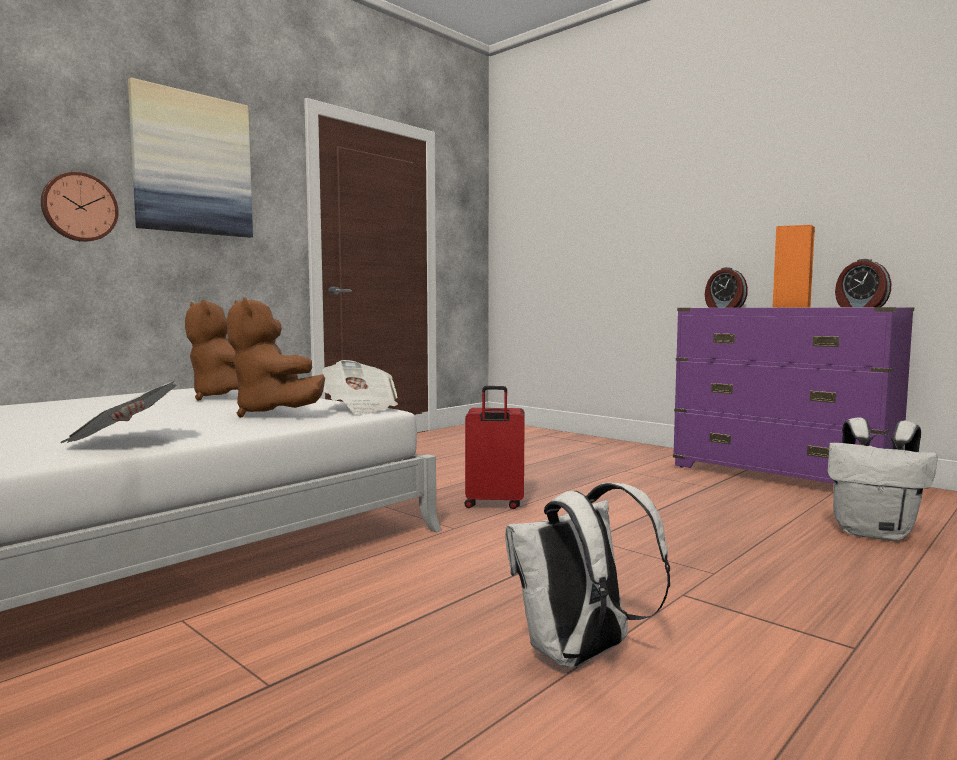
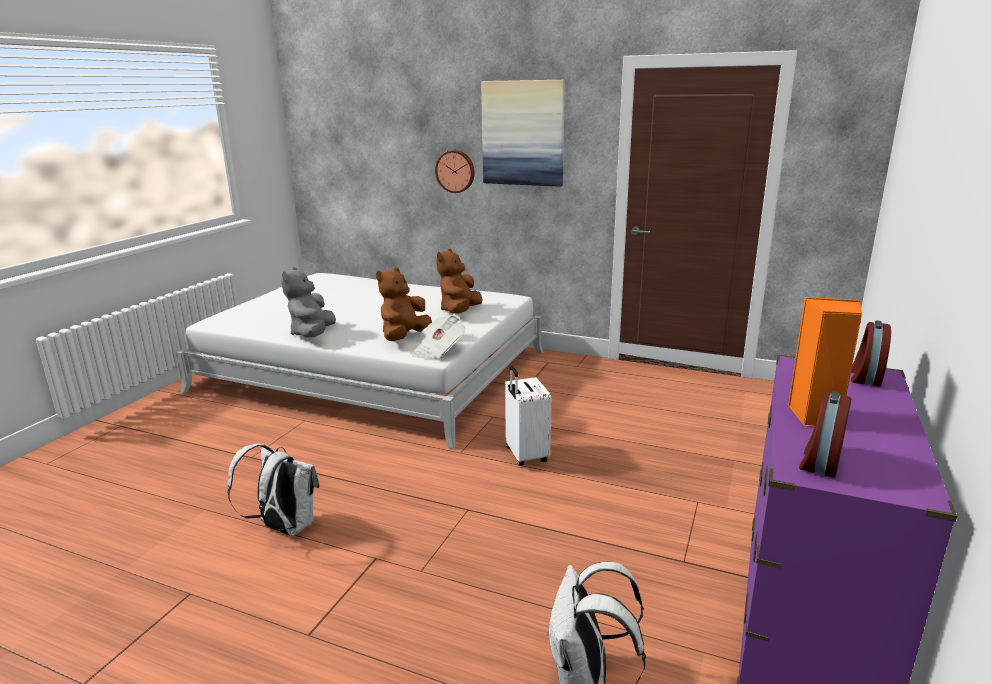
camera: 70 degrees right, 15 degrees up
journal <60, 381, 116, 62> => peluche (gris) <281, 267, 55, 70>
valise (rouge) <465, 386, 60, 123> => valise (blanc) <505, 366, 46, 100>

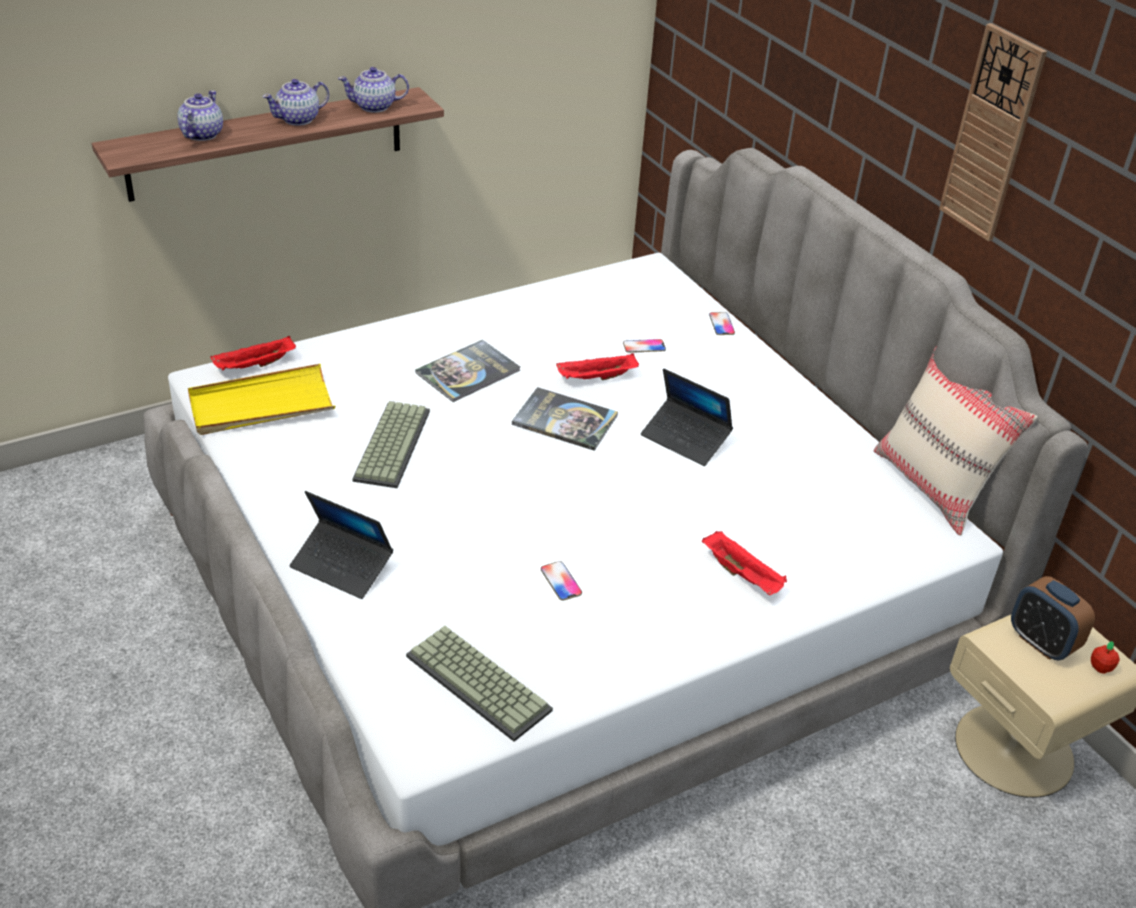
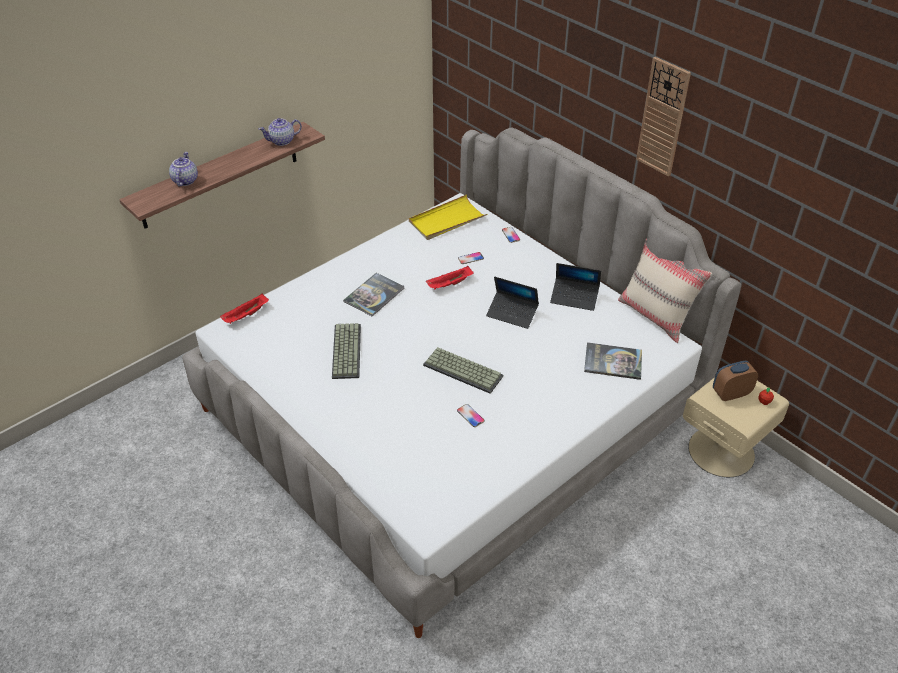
camera: 10 degrees left, 5 degrees up
théière <262, 79, 67, 47> => nothing
plateau (jaune) <188, 364, 147, 71> => plateau (jaune) <409, 195, 78, 45>, move
livre <512, 387, 106, 64> => livre <584, 342, 58, 38>, move
ordinateur portable <290, 491, 103, 108> => ordinateur portable <550, 263, 51, 48>, move
plateau (rouge) <702, 531, 85, 64> => nothing
réveil <1011, 576, 84, 85> => réveil <713, 361, 45, 40>, 120 degrees clockwise
clavier <406, 626, 147, 116> => clavier <423, 347, 80, 47>, move

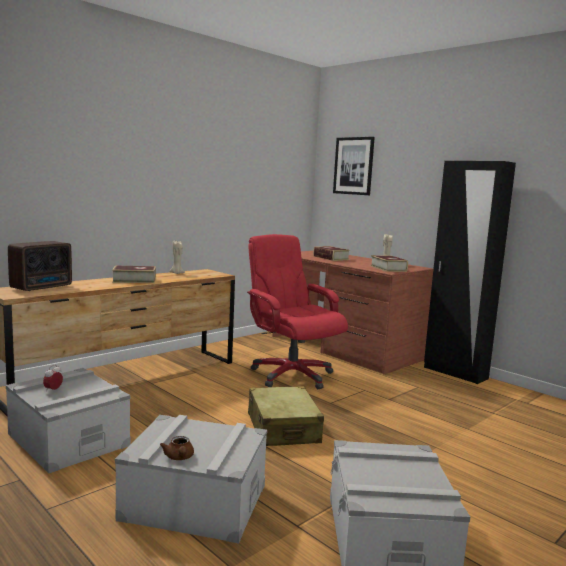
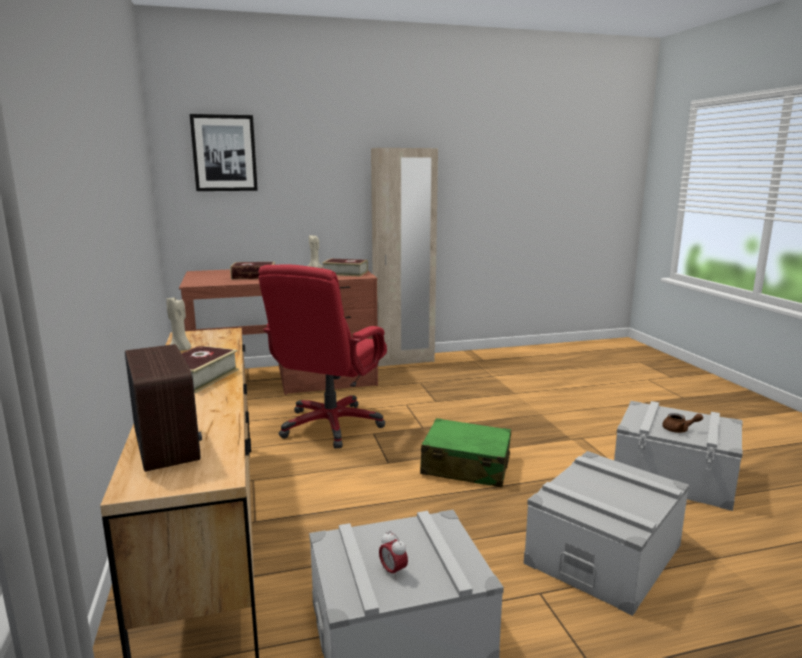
camera: 60 degrees left, 5 degrees up
armoire (noir) <424, 161, 92, 223> => armoire (beige) <371, 148, 67, 219>
chaise de bureau (rouge) <247, 234, 101, 155> => chaise de bureau (rouge) <258, 265, 129, 184>, 60 degrees counterclockwise
valise (beige) <248, 386, 76, 60> => valise (vert) <420, 418, 91, 70>
théière (marron) <160, 436, 34, 24> => théière (marron) <662, 413, 41, 20>, move

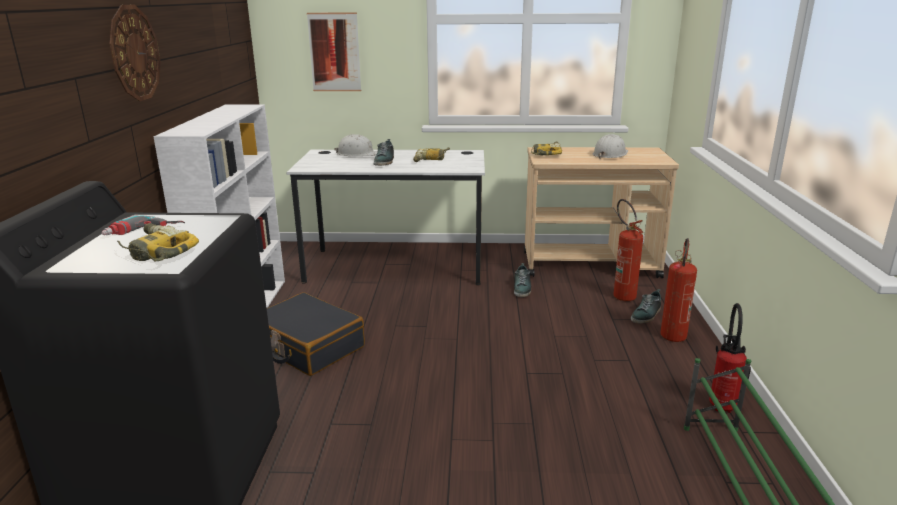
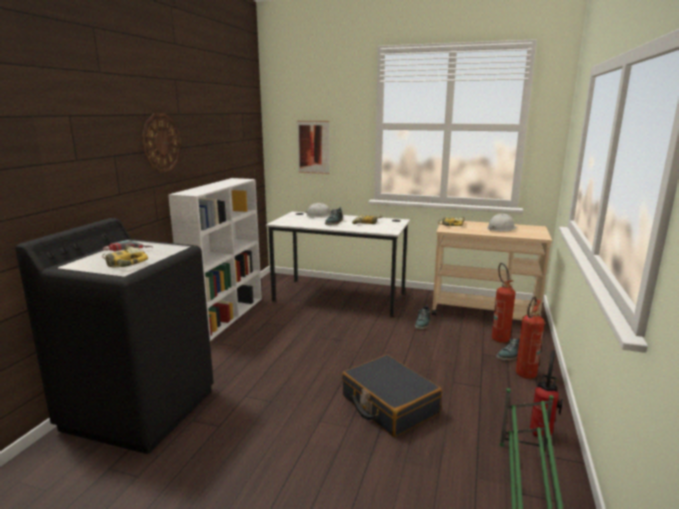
camera: 15 degrees right, 5 degrees down
valise (noir) <267, 292, 98, 84> => valise (noir) <342, 355, 100, 82>, move

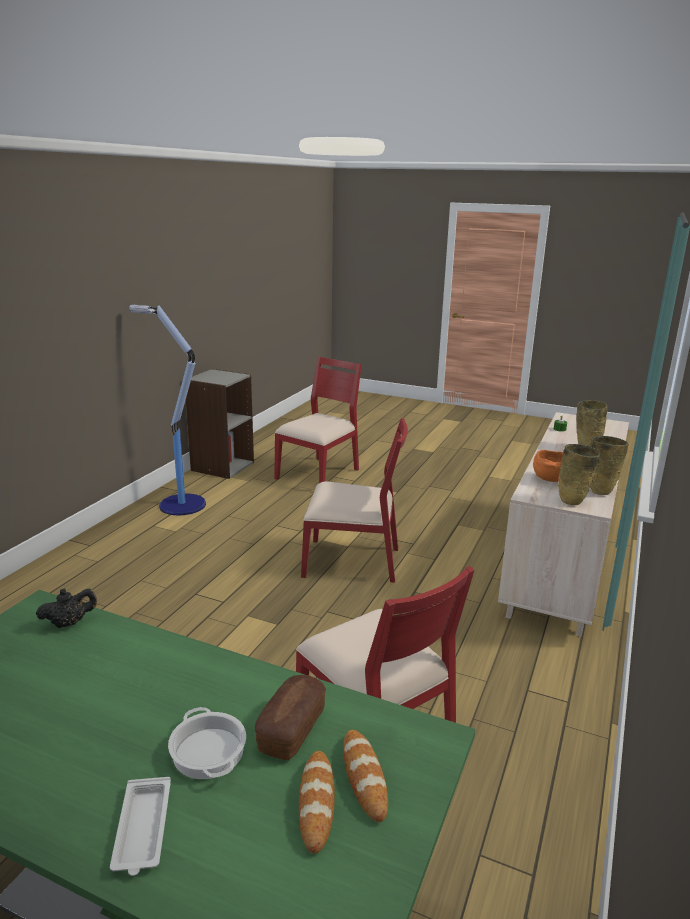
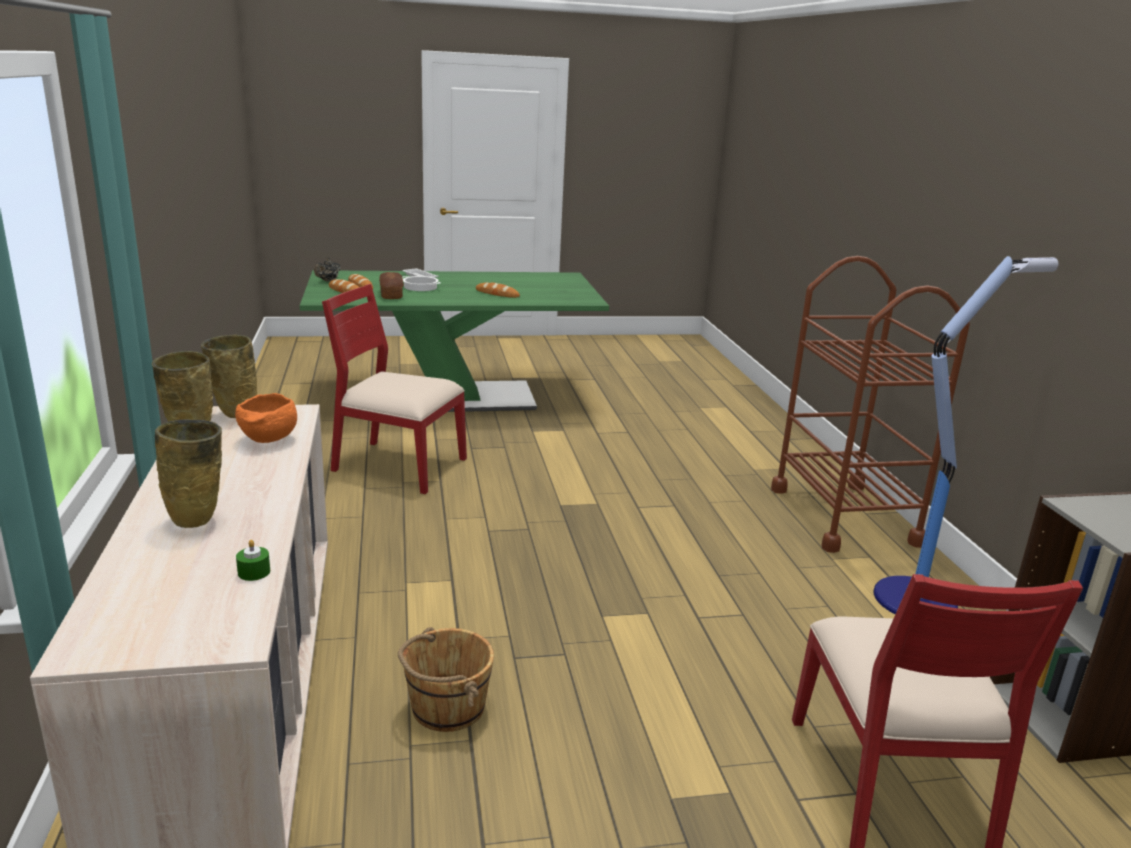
camera: 145 degrees right, 0 degrees up
chaise (rouge) <301, 418, 107, 165> => nothing
théière (noir) <36, 588, 61, 40> => théière (noir) <314, 258, 27, 24>, move
nothing => chariot (marron) <771, 256, 199, 297>
nothing => pain <476, 282, 44, 16>
nothing => seau (marron) <398, 627, 96, 105>

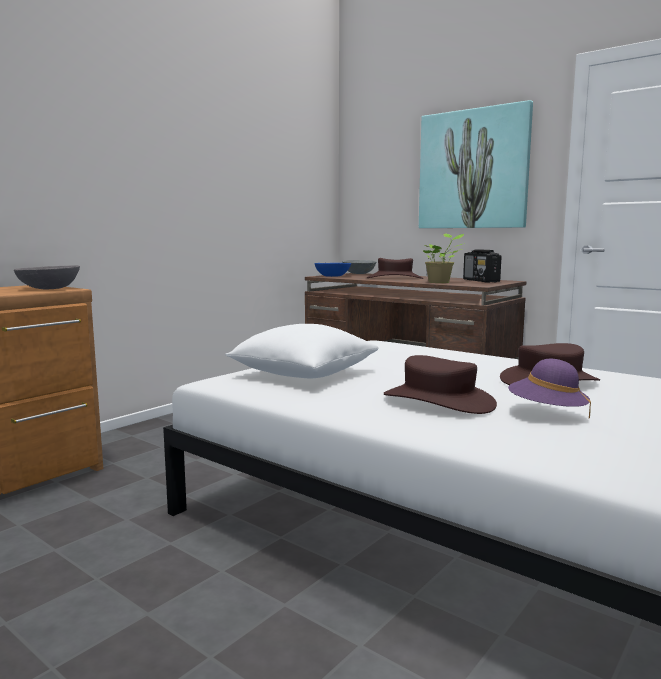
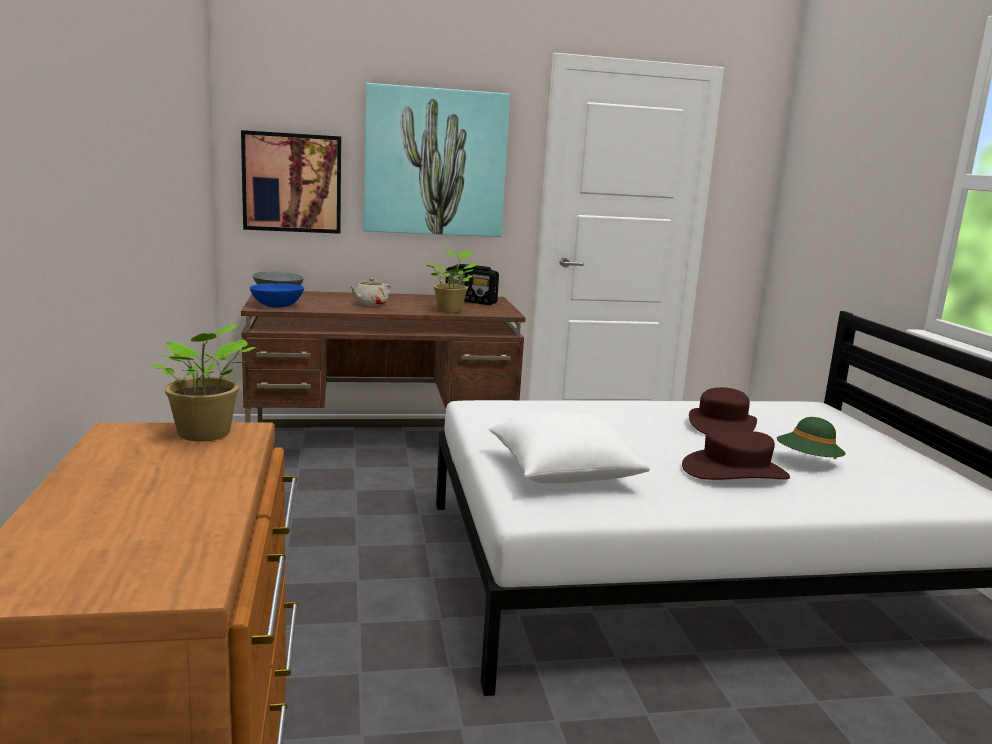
camera: 50 degrees left, 5 degrees up
chapeau (marron) <367, 258, 56, 21> => théière (beige) <349, 278, 42, 28>
bol (gris) <14, 265, 66, 24> => plante en pot <152, 323, 104, 119>
chapeau (violet) <508, 359, 83, 60> => chapeau (vert) <777, 417, 69, 42>
nothing => tableau <241, 130, 100, 104>

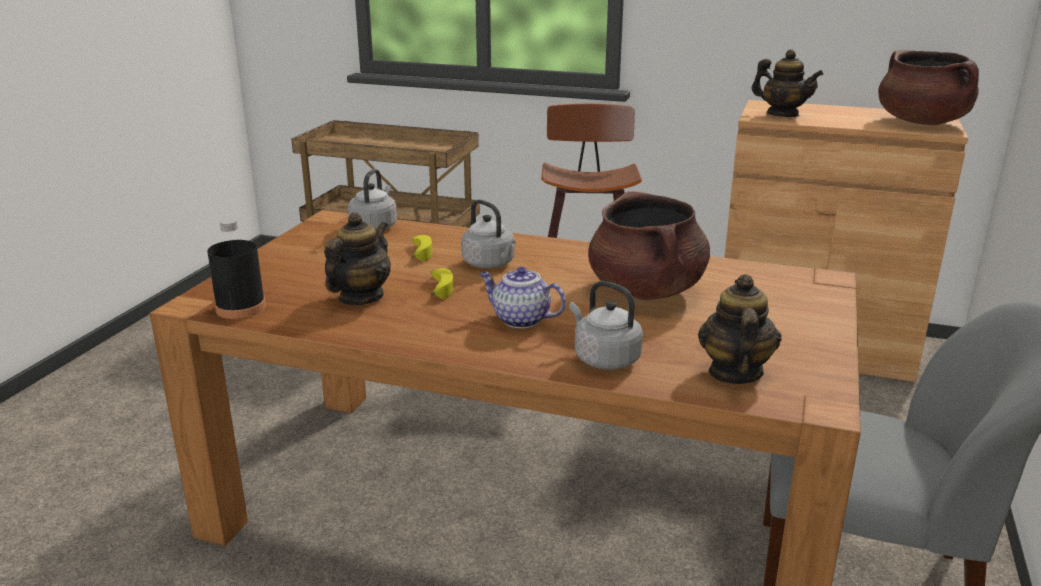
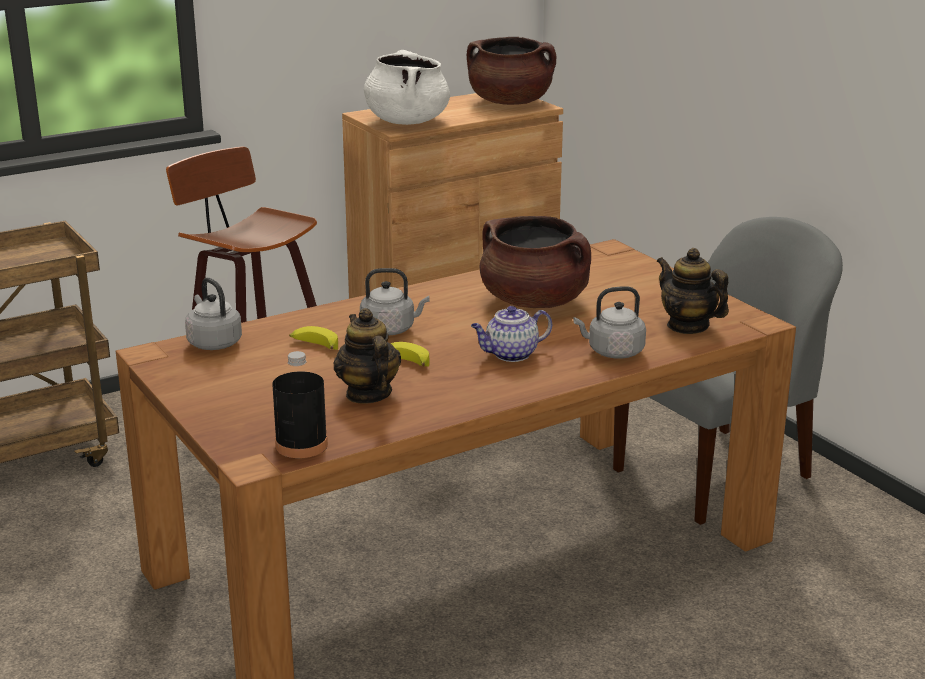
camera: 50 degrees left, 0 degrees up
théière <752, 49, 71, 68> => marmite (blanc) <364, 50, 86, 75>

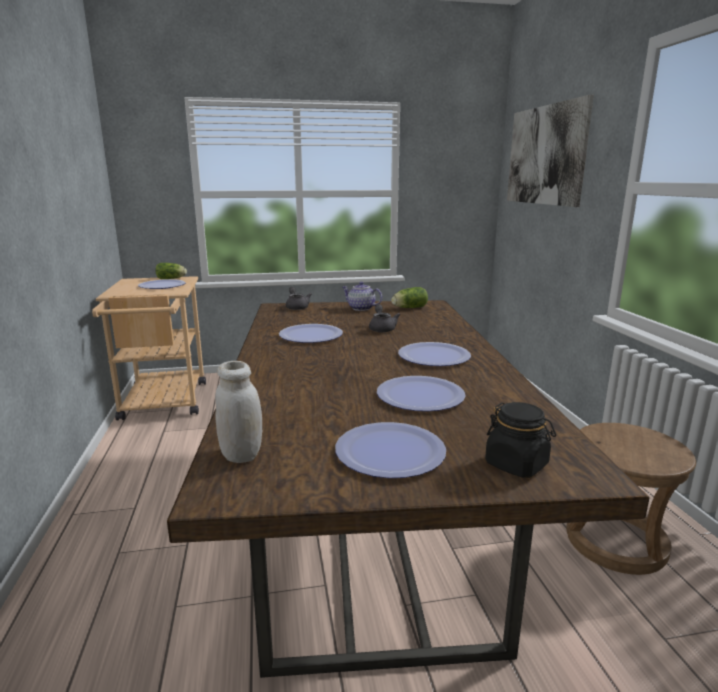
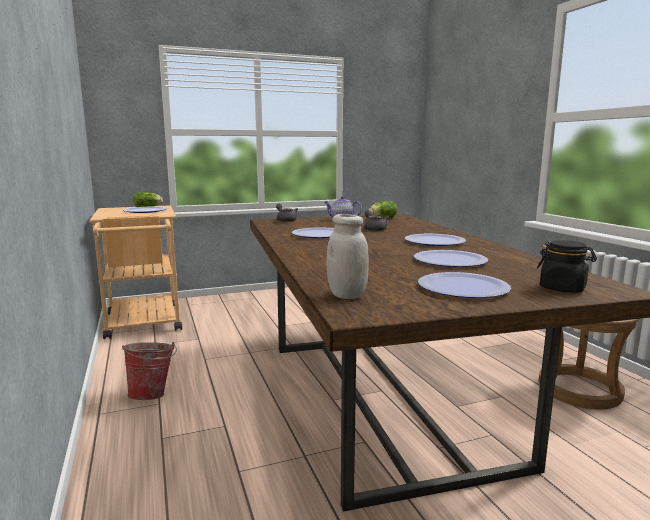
camera: 10 degrees left, 5 degrees down
tableau <507, 94, 87, 113> => nothing
nothing => seau <122, 342, 55, 58>

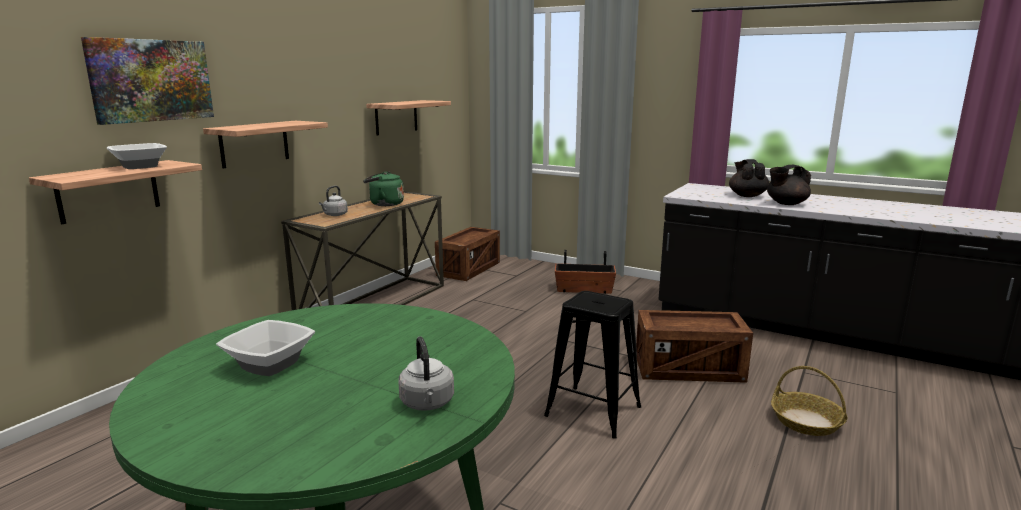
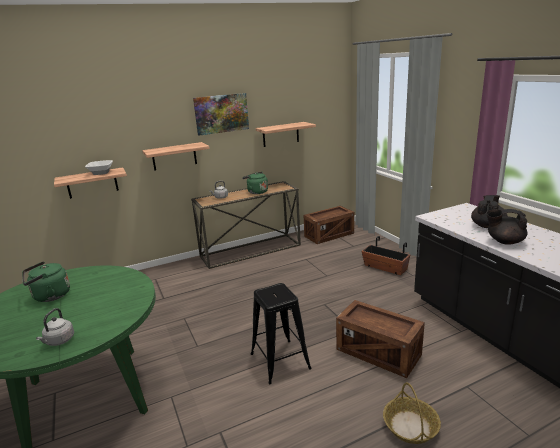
camera: 35 degrees right, 5 degrees up
tableau <81, 37, 133, 88> => tableau <193, 93, 56, 43>, move
bol <216, 320, 99, 56> => bouilloire (vert) <22, 261, 48, 41>

